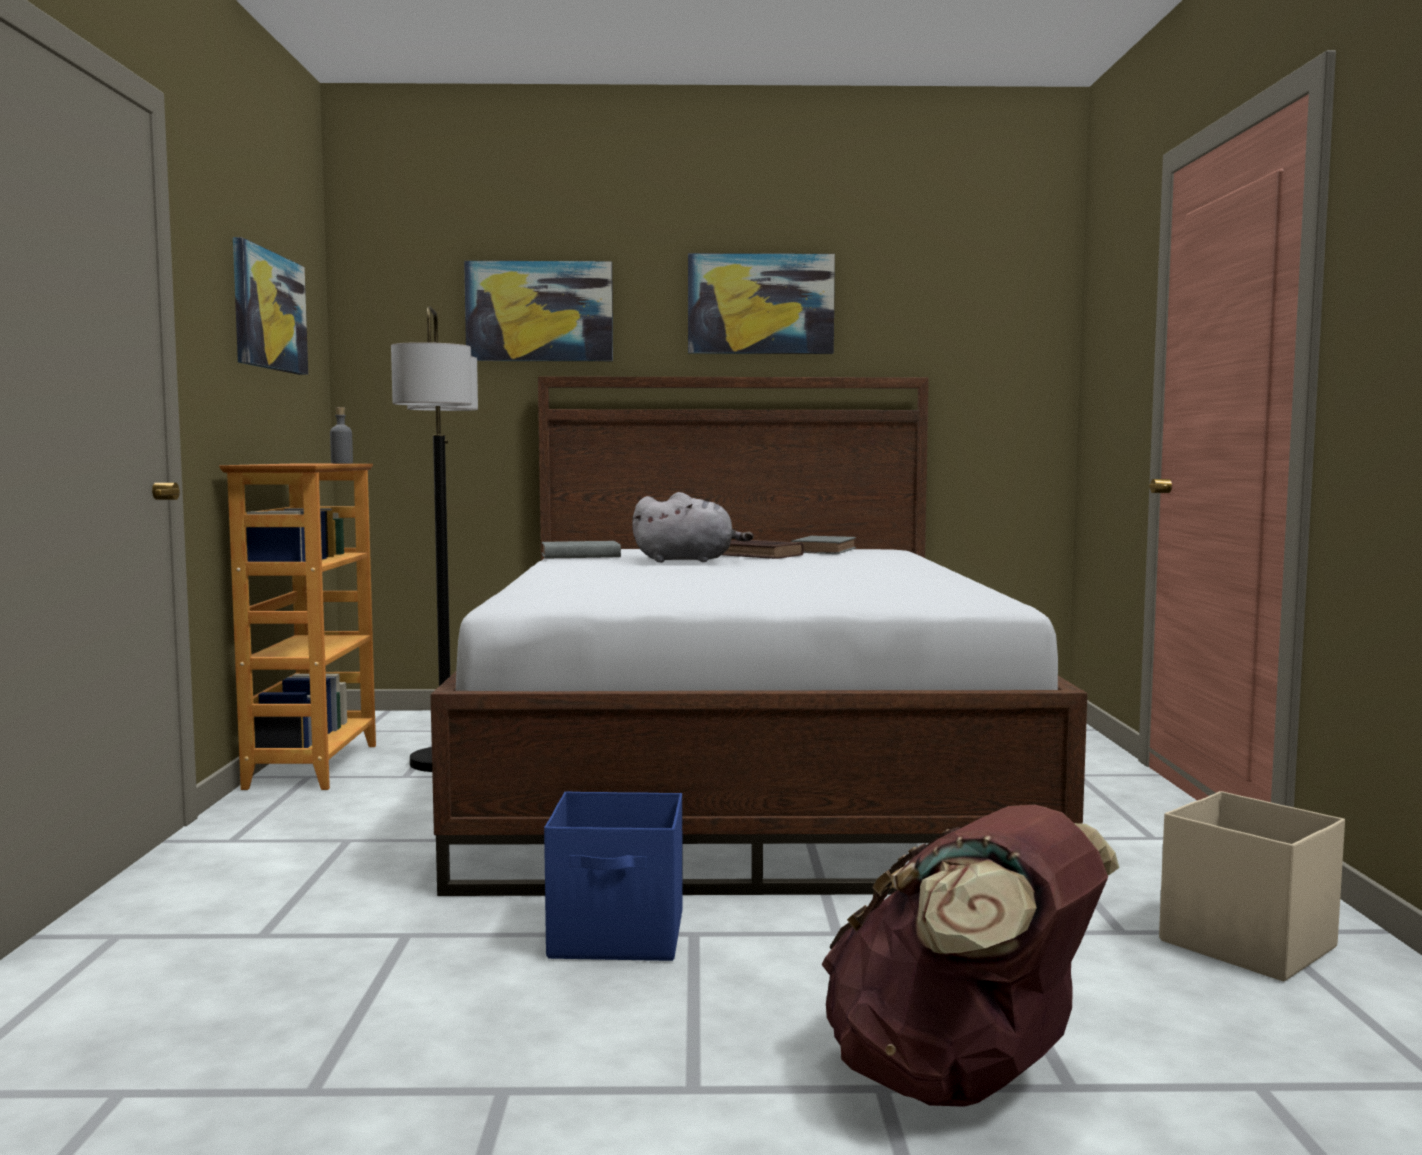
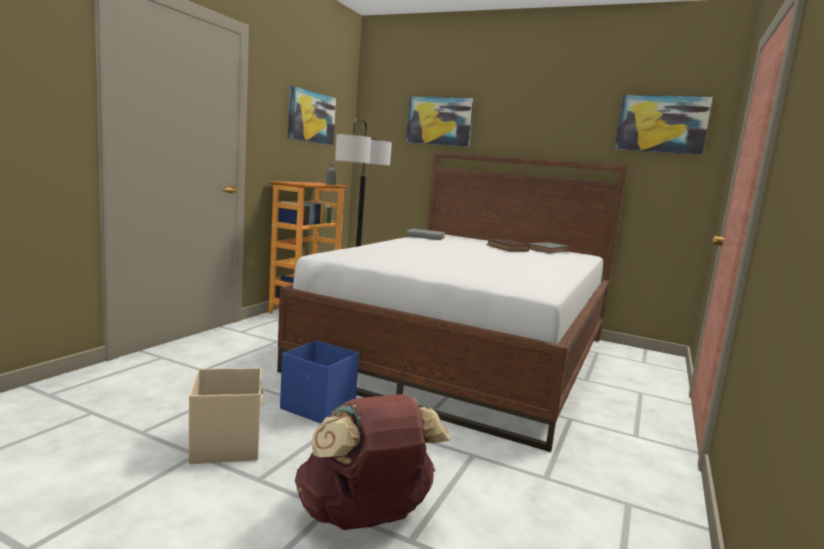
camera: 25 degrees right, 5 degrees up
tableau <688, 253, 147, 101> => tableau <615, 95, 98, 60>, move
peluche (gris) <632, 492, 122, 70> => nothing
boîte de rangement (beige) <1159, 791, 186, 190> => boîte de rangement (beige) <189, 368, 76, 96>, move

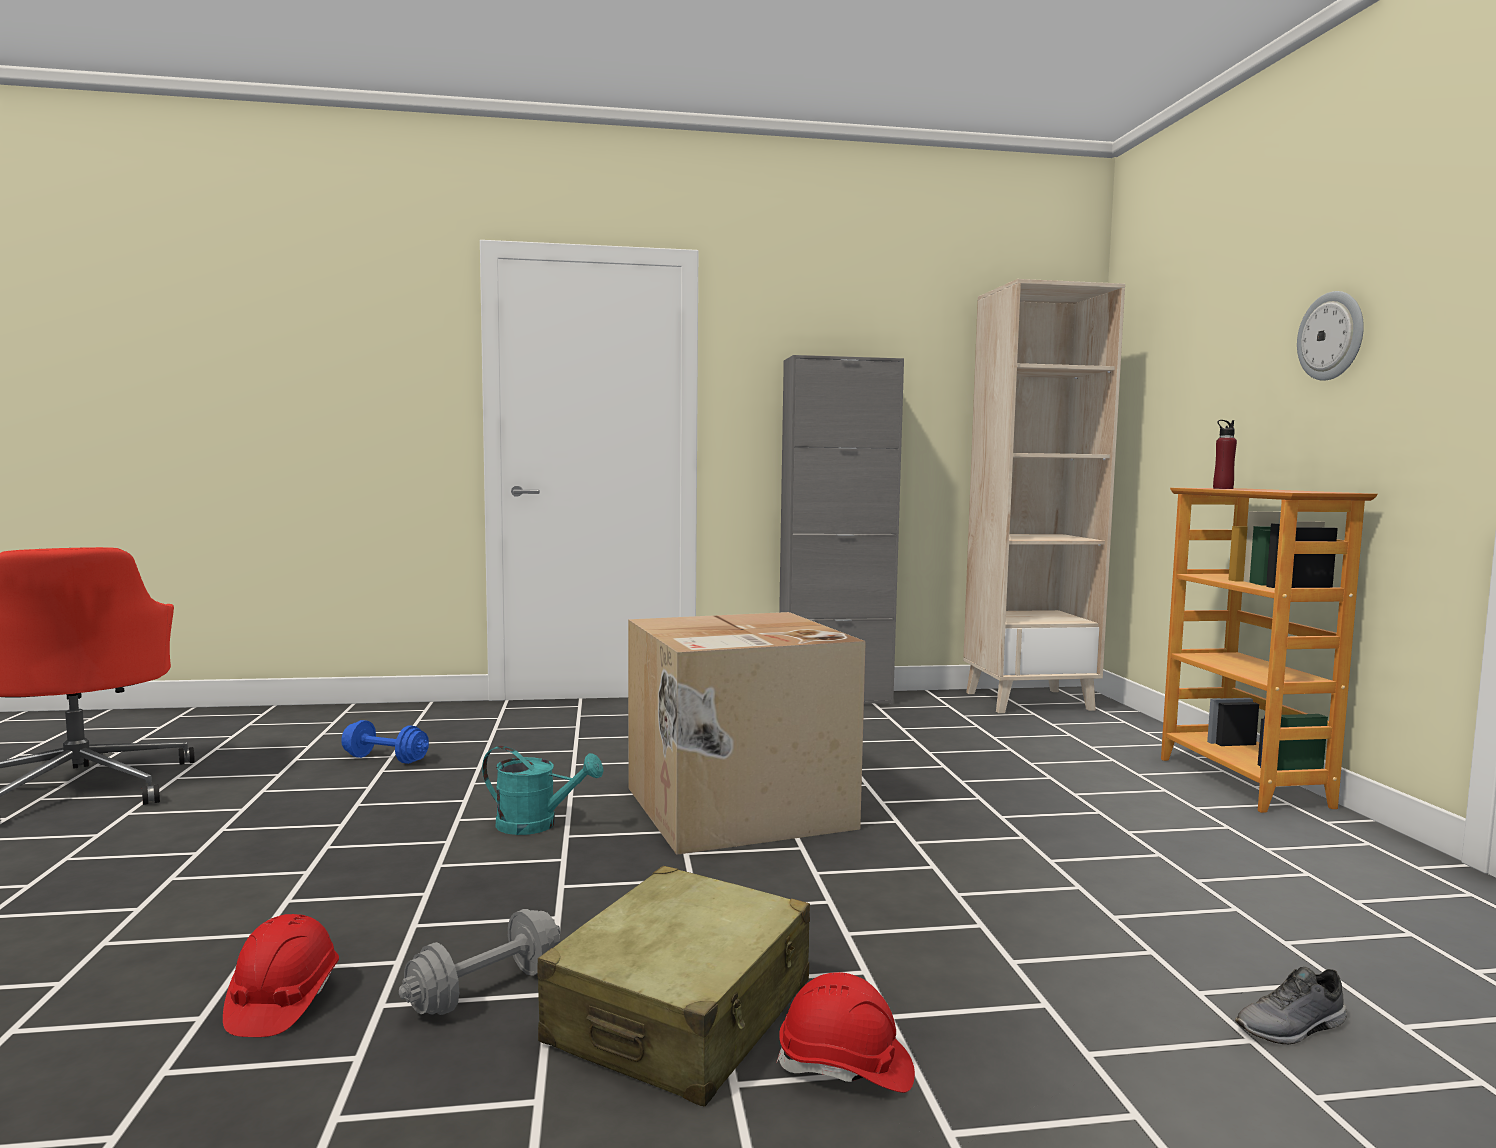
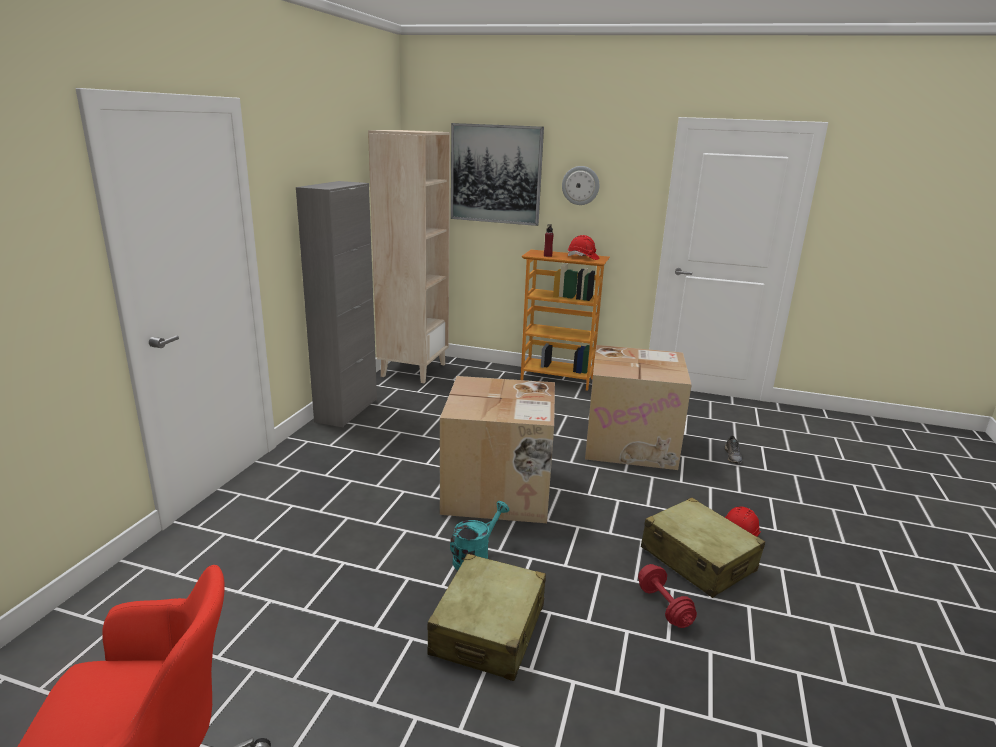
camera: 65 degrees left, 15 degrees up
haltère (bleu) <341, 720, 88, 44> => nothing
haltère (gris) <399, 909, 162, 106> => haltère (rouge) <638, 564, 59, 64>
casque de chantier (rouge) <223, 914, 116, 123> => casque de chantier (rouge) <567, 235, 33, 25>, move
nothing => tableau <451, 123, 93, 103>
nothing => carton <585, 345, 107, 125>
nothing => valise (beige) <427, 554, 119, 127>

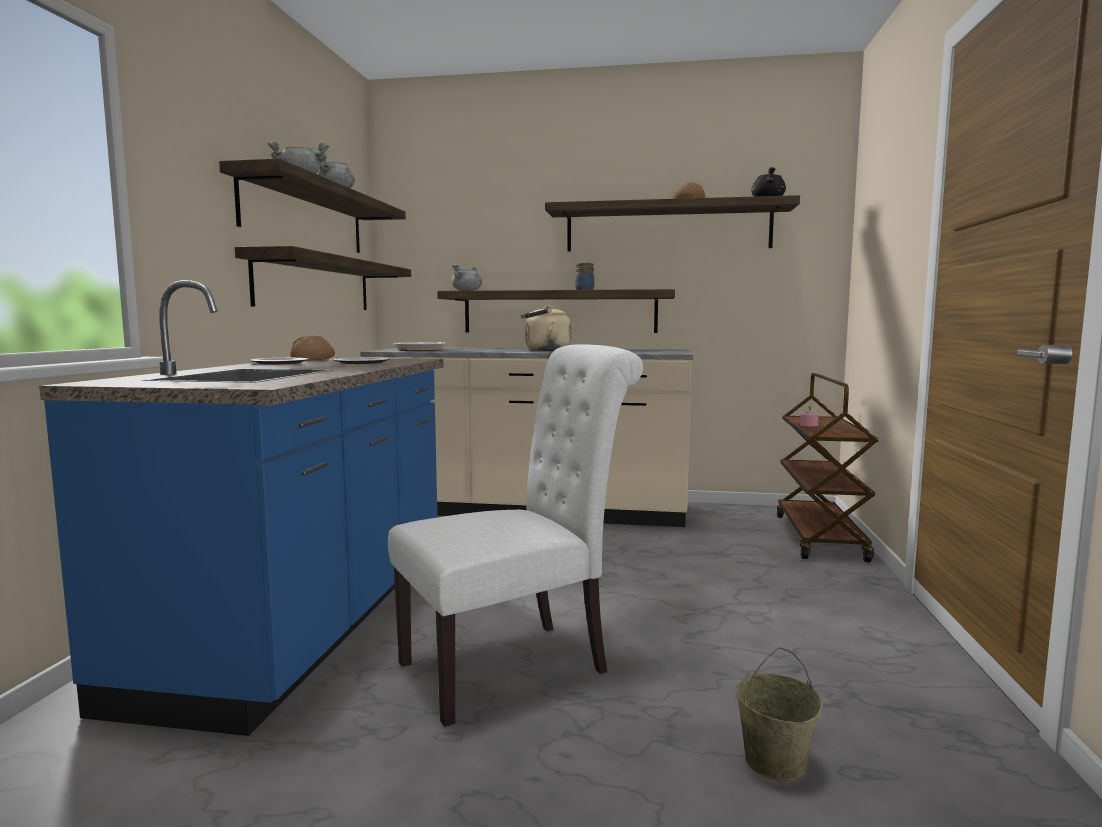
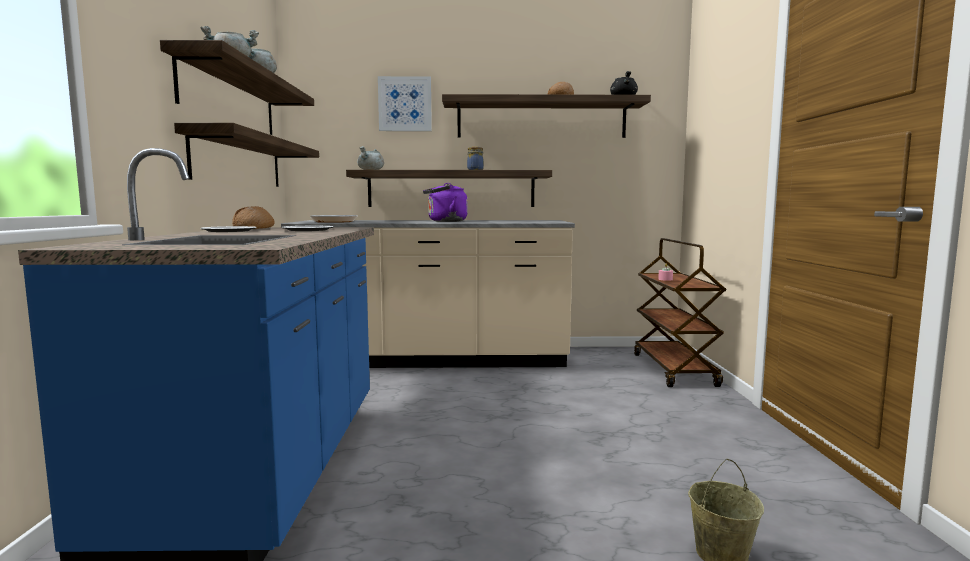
camera: 10 degrees left, 0 degrees up
bouilloire (beige) <521, 306, 50, 45> => bouilloire (violet) <423, 183, 44, 39>
chaise (blanc) <388, 344, 255, 383> => nothing
nothing => tableau <378, 76, 54, 55>

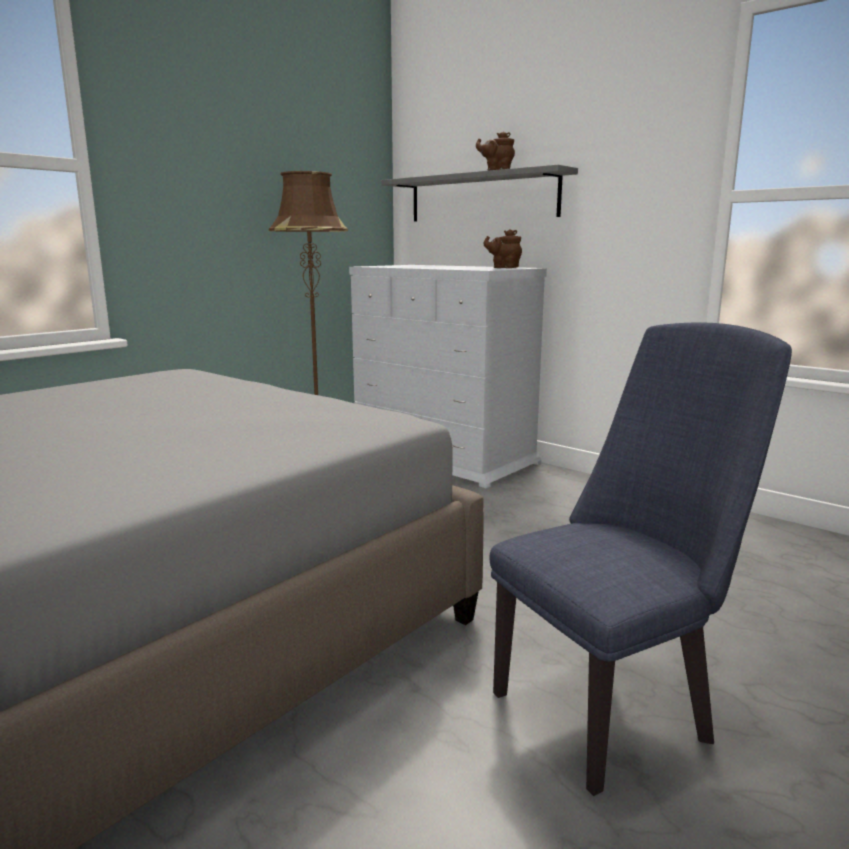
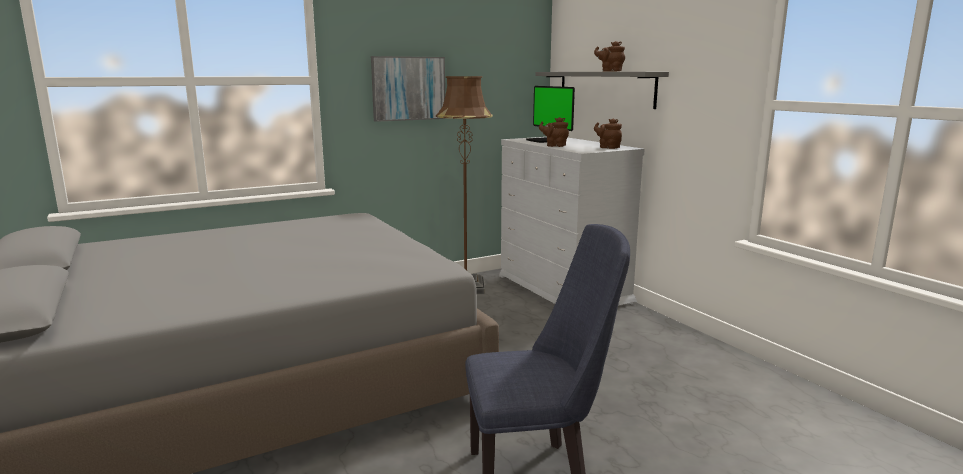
camera: 20 degrees right, 0 degrees up
nothing => tableau <371, 56, 75, 66>
nothing => écran d'ordinateur <527, 86, 48, 57>
nothing => théière (marron) <539, 117, 30, 30>

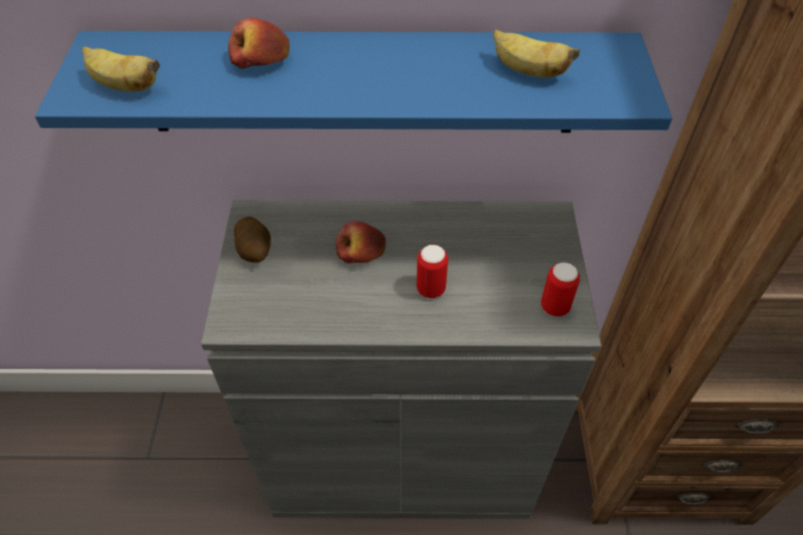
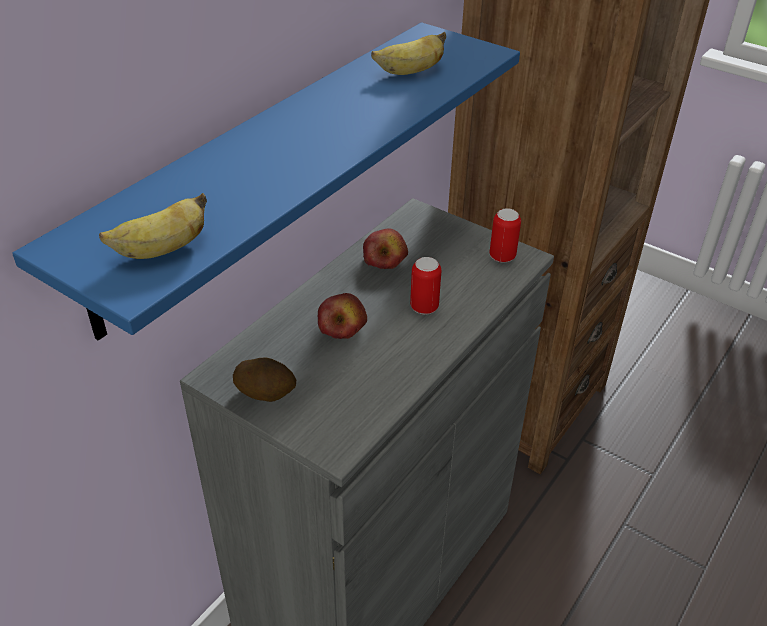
camera: 55 degrees left, 10 degrees down
pomme <228, 18, 62, 51> => pomme <363, 228, 45, 41>, move

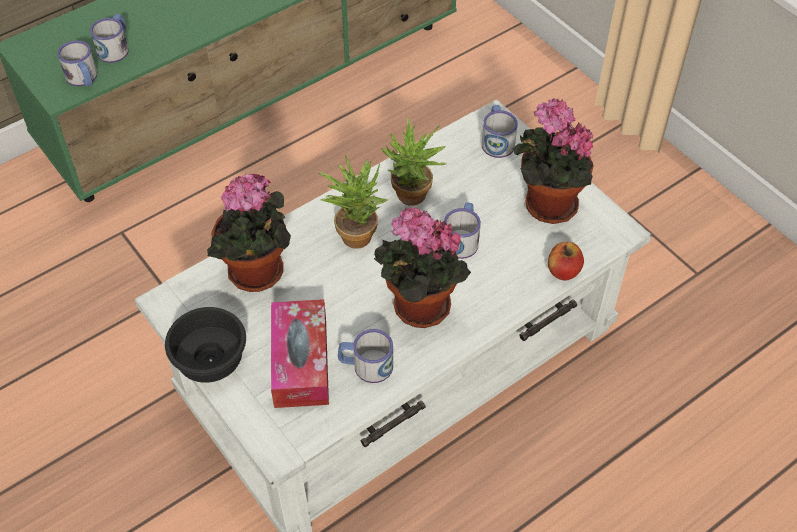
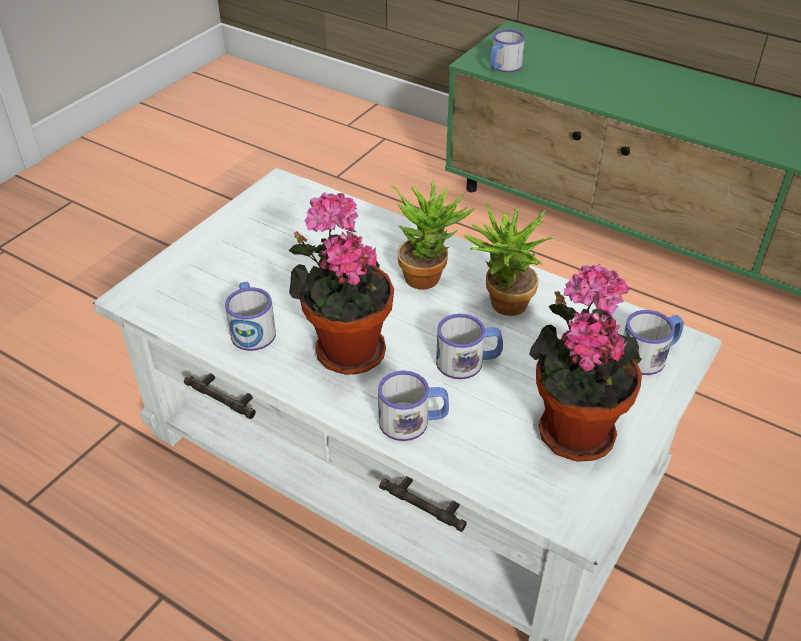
camera: 70 degrees right, 10 degrees down
mug <90, 14, 38, 49> => mug <378, 371, 71, 70>, move
plante en pot <207, 174, 84, 118> => nothing
pomme <548, 242, 36, 39> => nothing
boîte à mouchoirs <271, 299, 58, 109> => nothing
bol (noir) <165, 307, 81, 76> => nothing

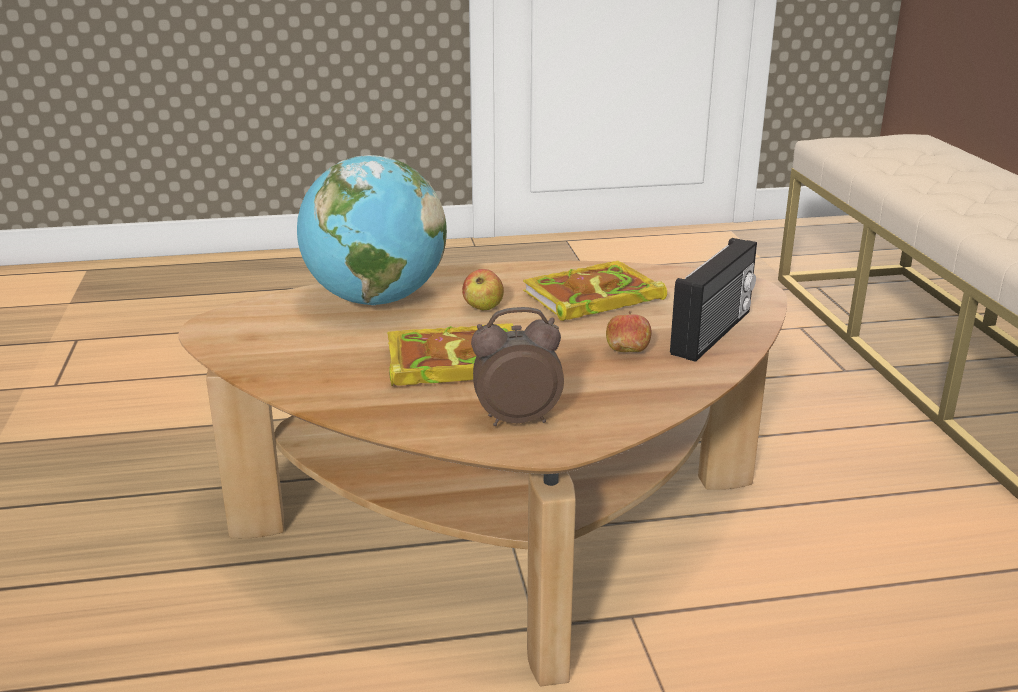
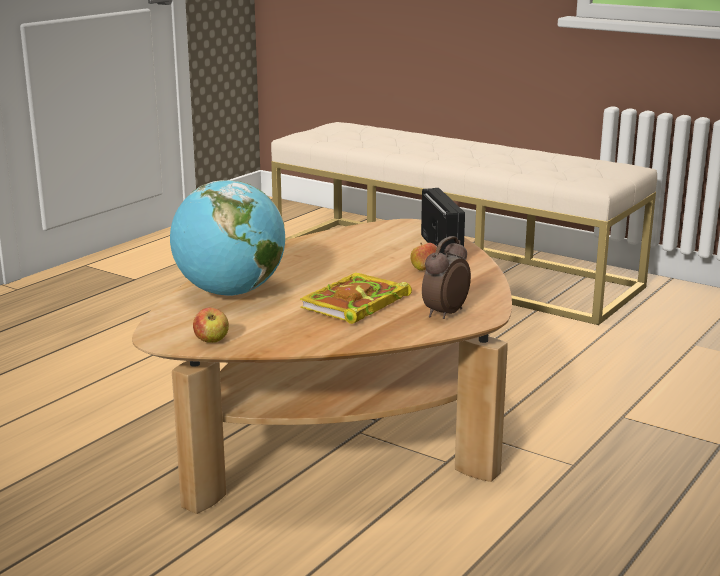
camera: 45 degrees left, 5 degrees down
livre <523, 260, 144, 61> => nothing
pomme <462, 269, 42, 41> => pomme <193, 308, 36, 35>, move

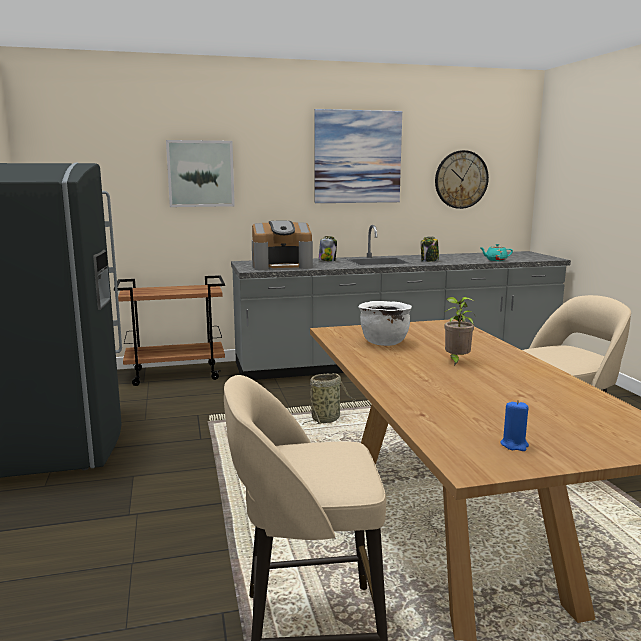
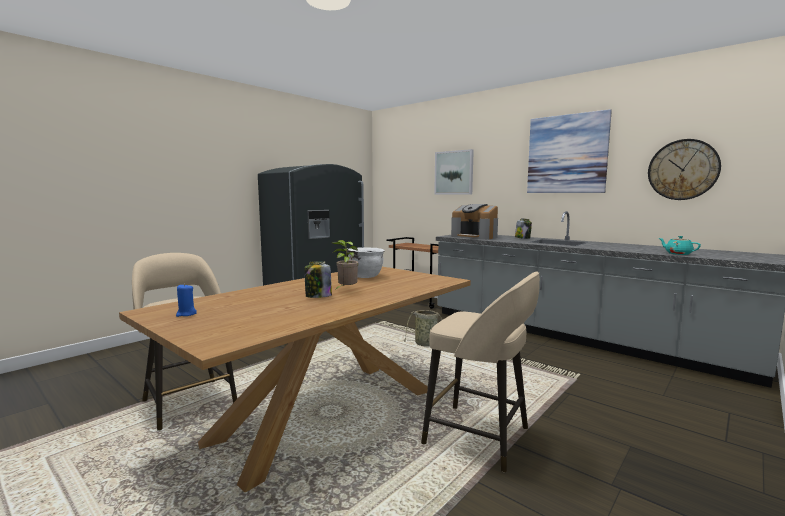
camera: 55 degrees right, 5 degrees down
bocal <421, 237, 18, 25> => bocal <304, 261, 28, 37>, move

